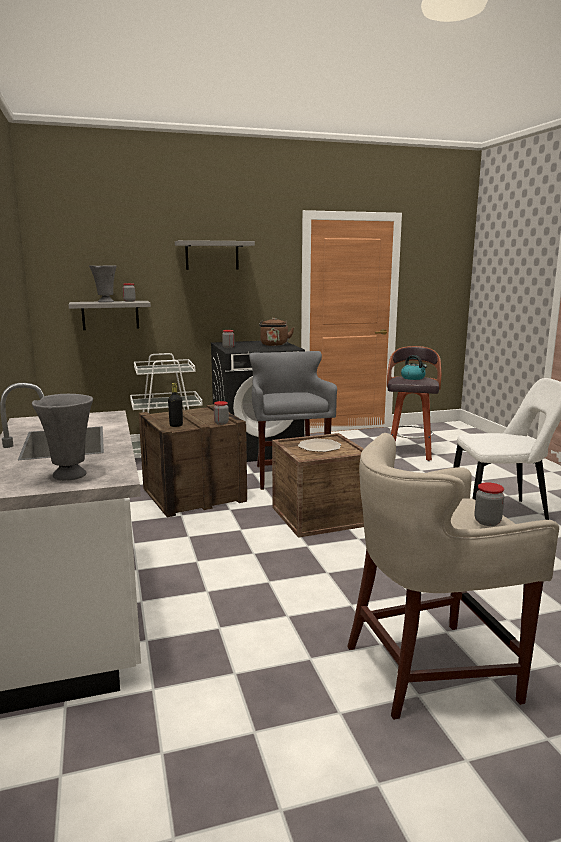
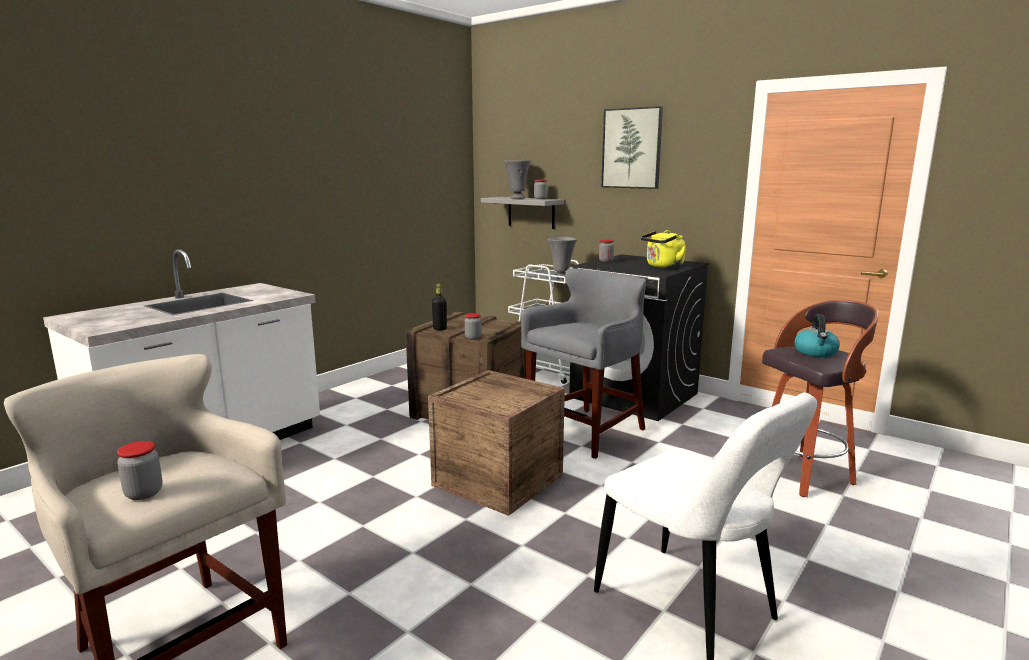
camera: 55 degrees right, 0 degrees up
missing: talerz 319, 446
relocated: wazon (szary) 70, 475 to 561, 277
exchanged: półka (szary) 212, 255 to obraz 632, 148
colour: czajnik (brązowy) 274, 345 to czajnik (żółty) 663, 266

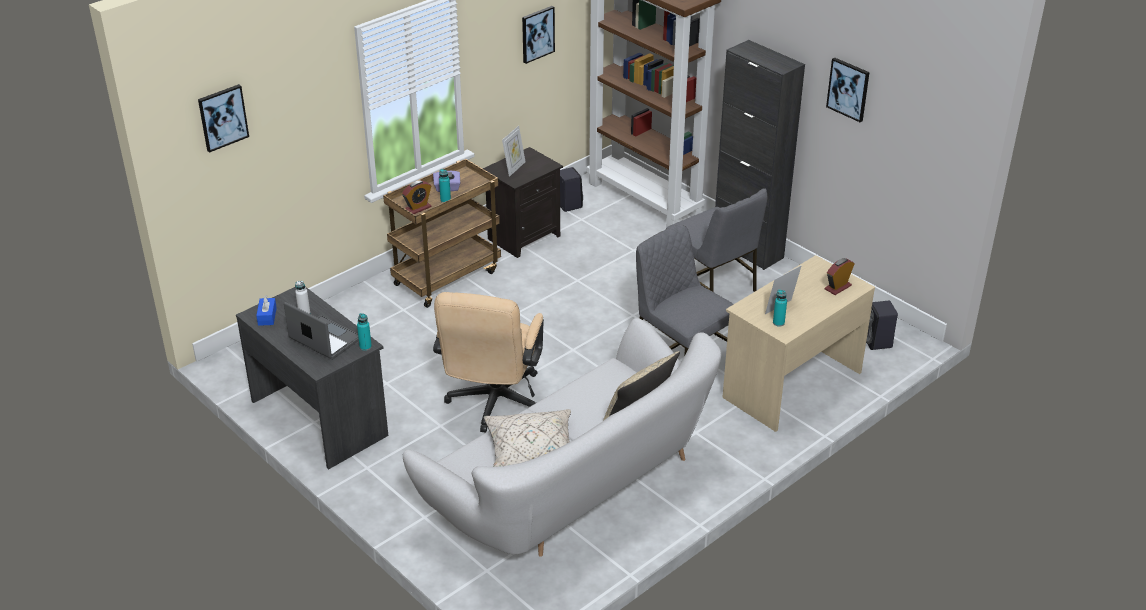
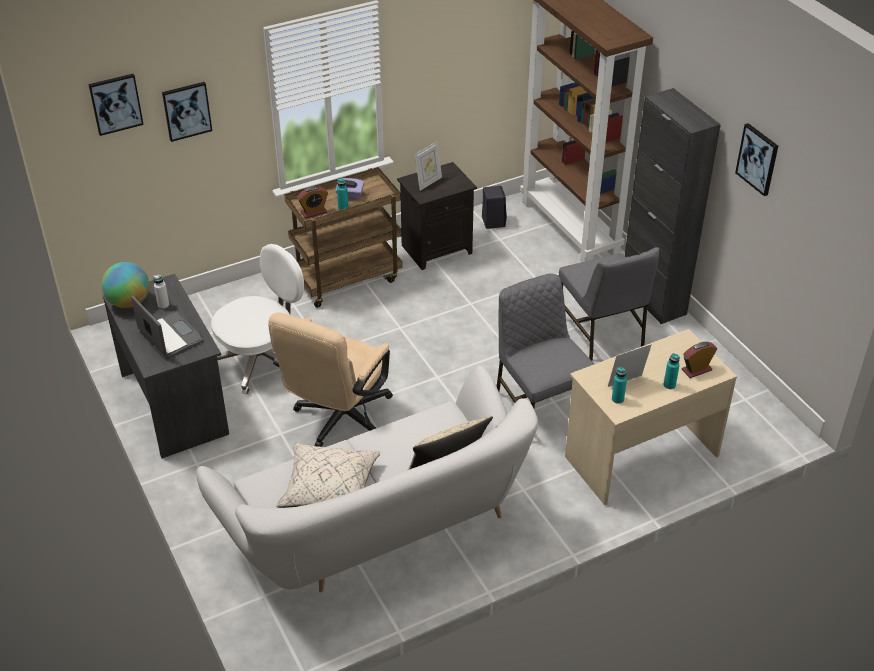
camera: 15 degrees right, 5 degrees up
missing: głośnik (czarny) 878, 342
appeared: krzesło biurowe (biały) 261, 360
relocated: obraz 537, 34 to 186, 110; butelka (turkusowy) 365, 347 to 669, 385
exchanged: pudełko chusteczek (niebieski) 267, 316 to globus 129, 302

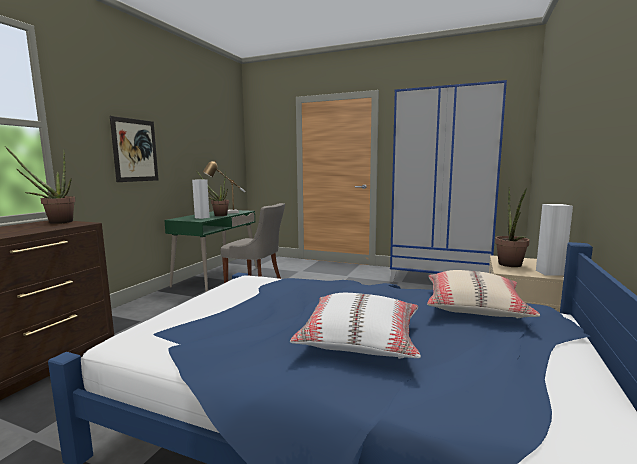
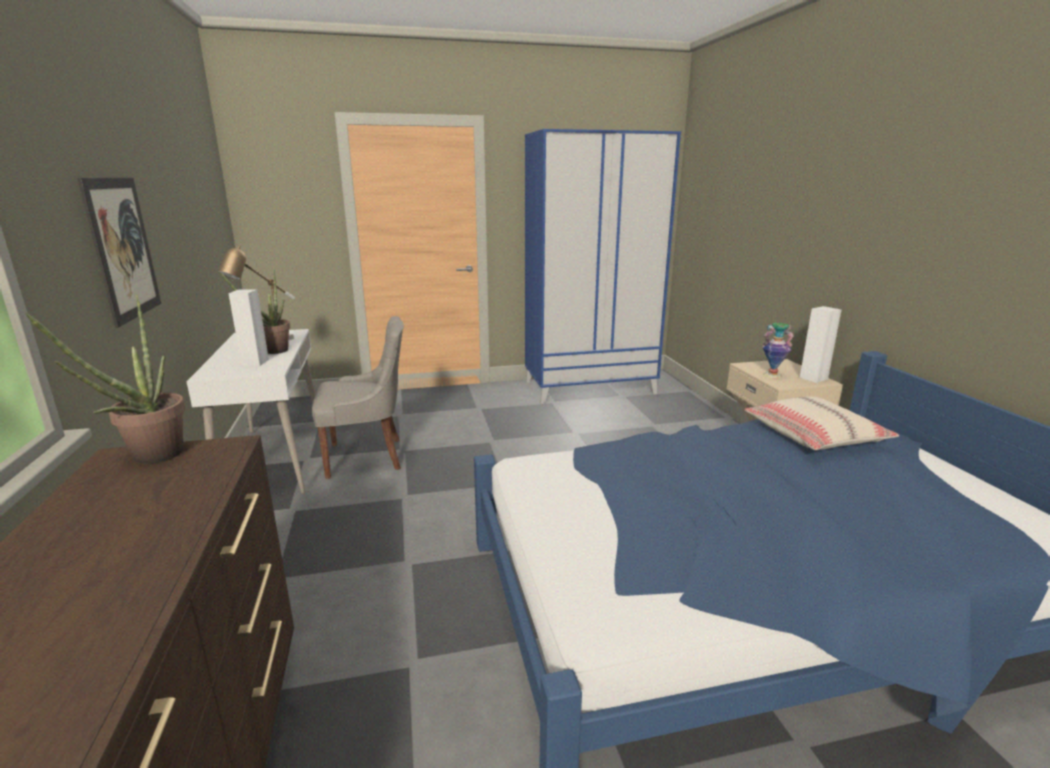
camera: 35 degrees left, 10 degrees up
missing: poduszka (biały) 360, 339
exchanged: roślina doniczkowa 510, 265 to wazon 772, 375
colour: biurko (zielony) 216, 277 to biurko (biały) 274, 460

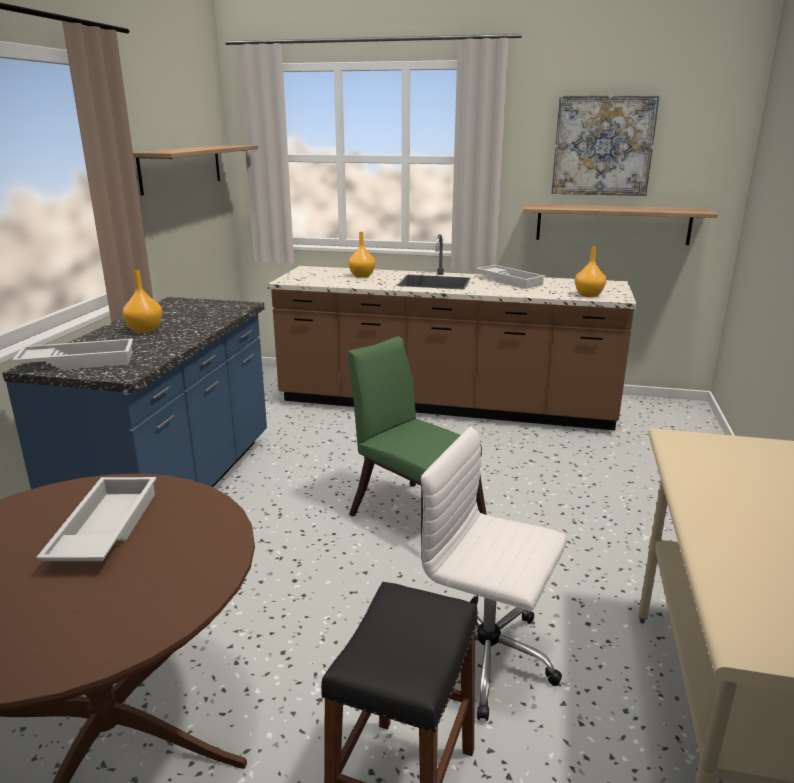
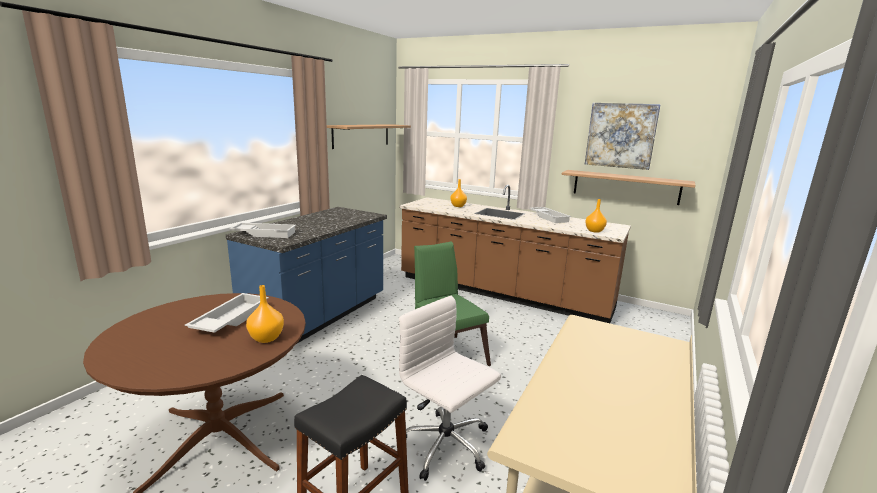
camera: 15 degrees right, 5 degrees down
relocated: wazon (pomarańczowy) 144, 330 to 265, 338

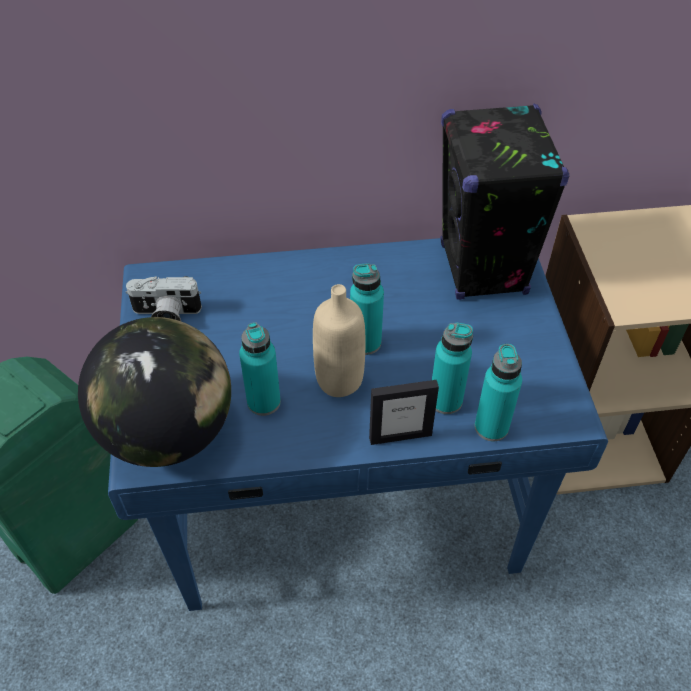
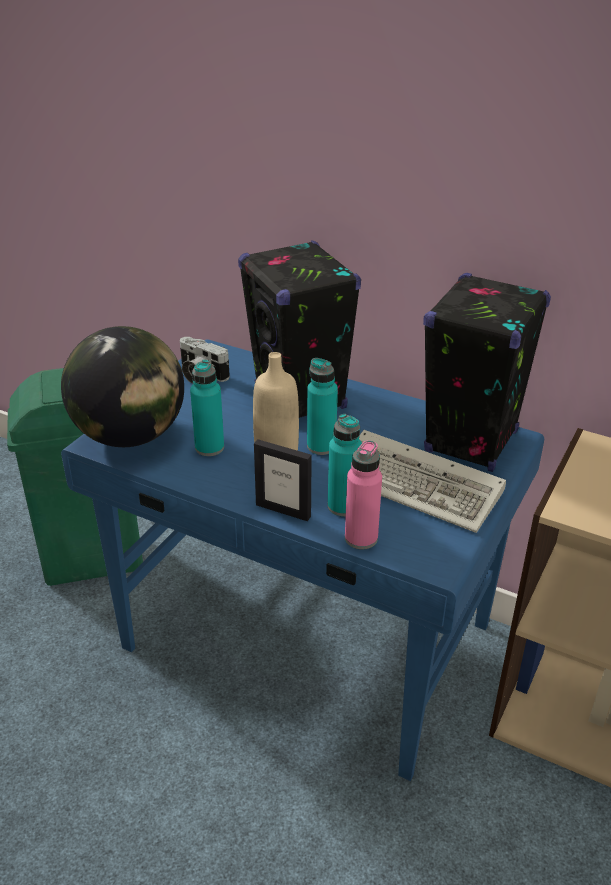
camera: 35 degrees right, 15 degrees down
appeared: głośnik (czarny) 300, 398; klawiatura 420, 486
colour: butelka (turkusowy) 491, 427 to butelka (różowy) 361, 538

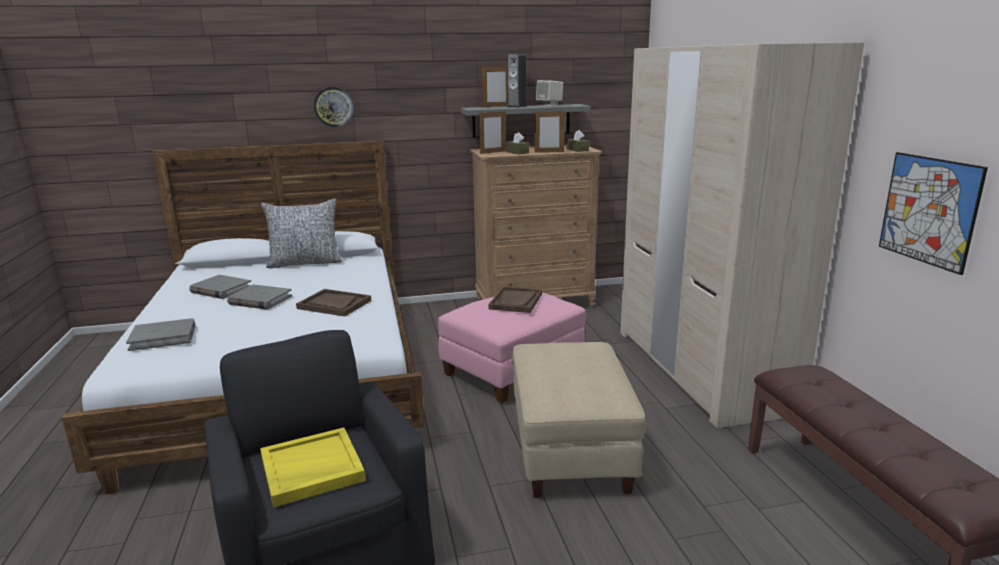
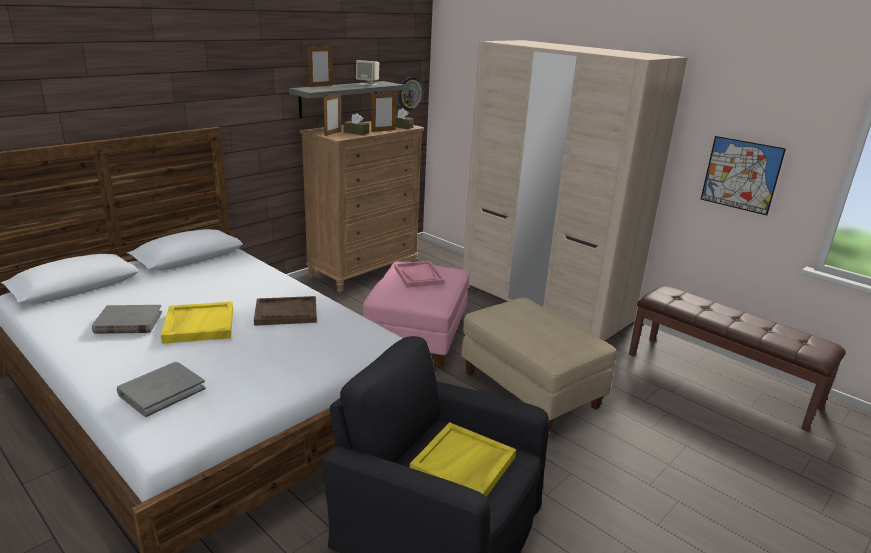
camera: 35 degrees left, 5 degrees up
missing: poduszka 305, 263; głośnik 517, 106
relocated: zegar ścienny 333, 107 to 409, 93
exchanged: książka (szary) 260, 300 to taca (żółty) 198, 325
colour: taca (brązowy) 516, 301 to taca (różowy) 418, 276

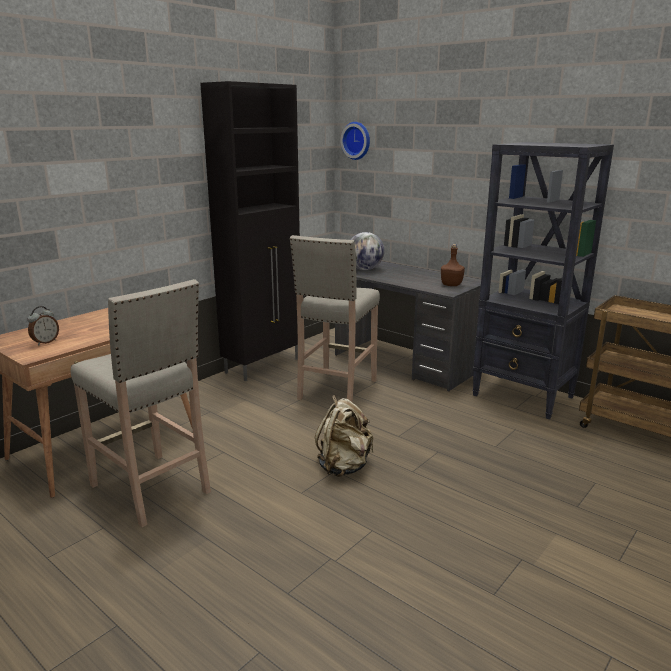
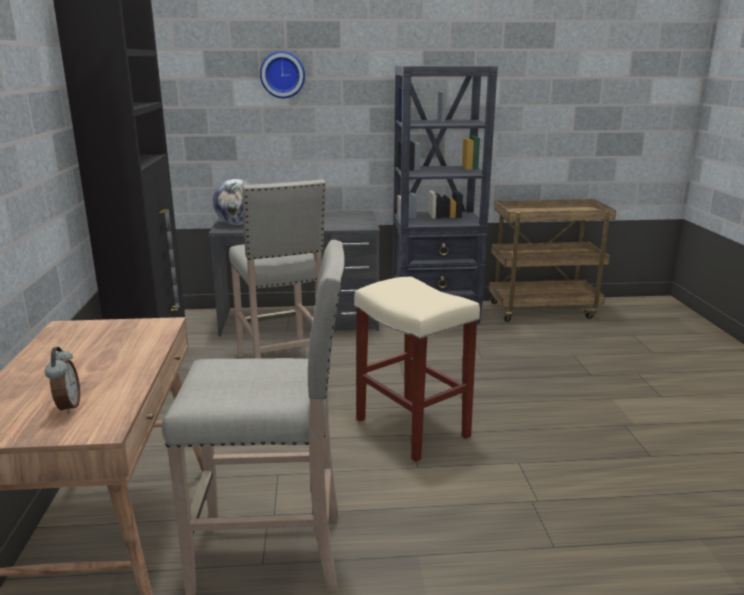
camera: 45 degrees left, 0 degrees up
missing: butelka (brązowy) 451, 285
relocated: zegar ścienny 357, 140 to 282, 74
exchanged: plecak (beżowy) 344, 466 to stołek (beżowy) 410, 427

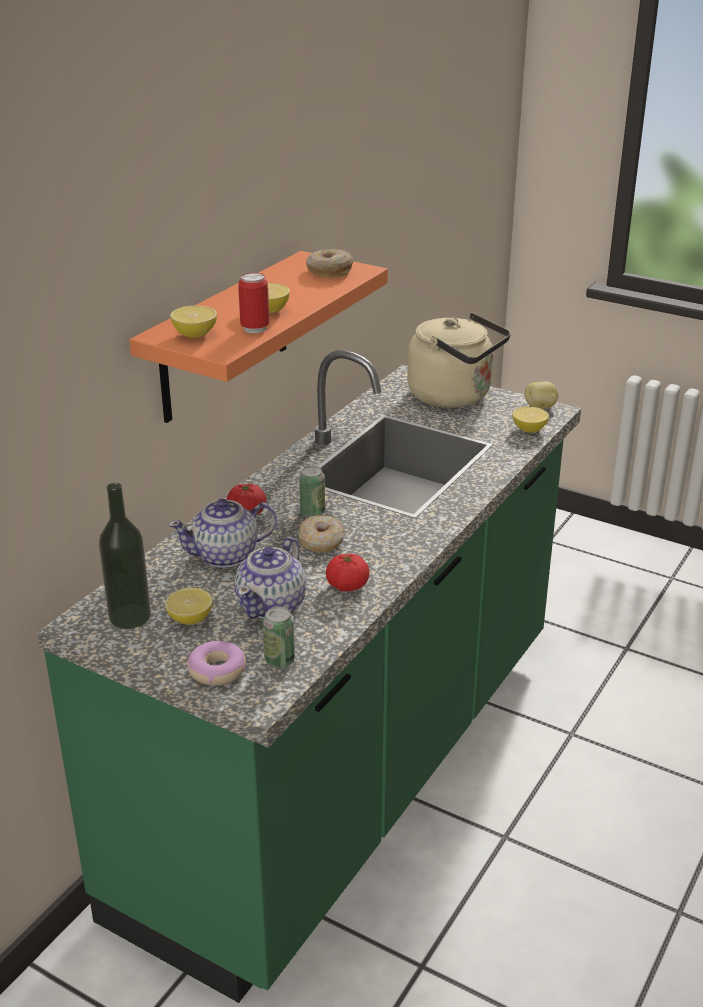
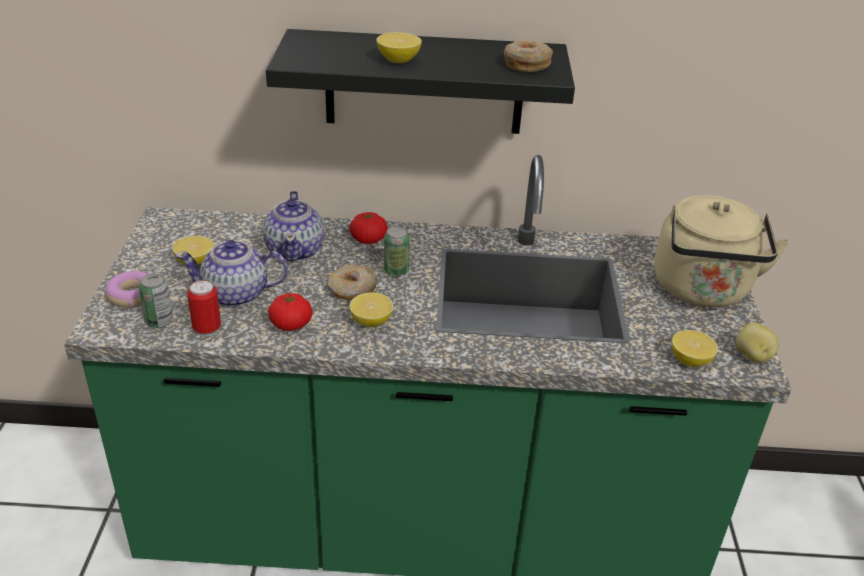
camera: 60 degrees right, 5 degrees up
missing: butelka 130, 616
relocated: puszka 255, 329 to 207, 329; cytryna 195, 334 to 371, 321
colour: półka (pomarańczowy) 225, 337 to półka (czarny) 424, 83
spun: imbryk 226, 555 = 295, 250 135 degrees counterclockwise

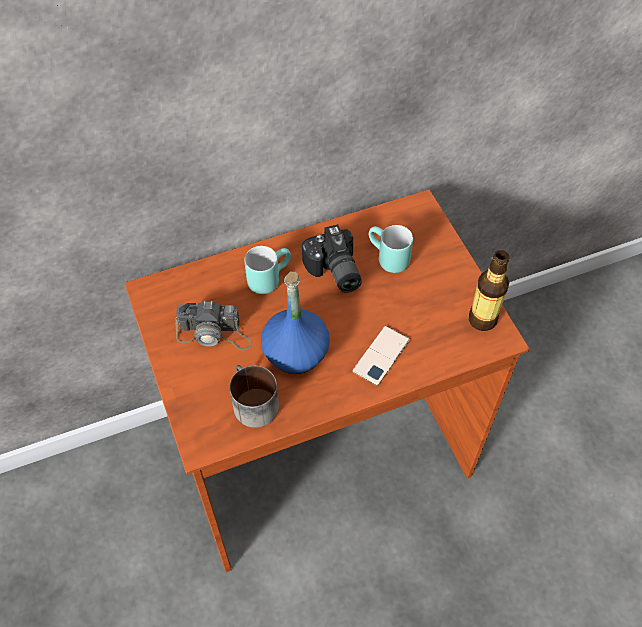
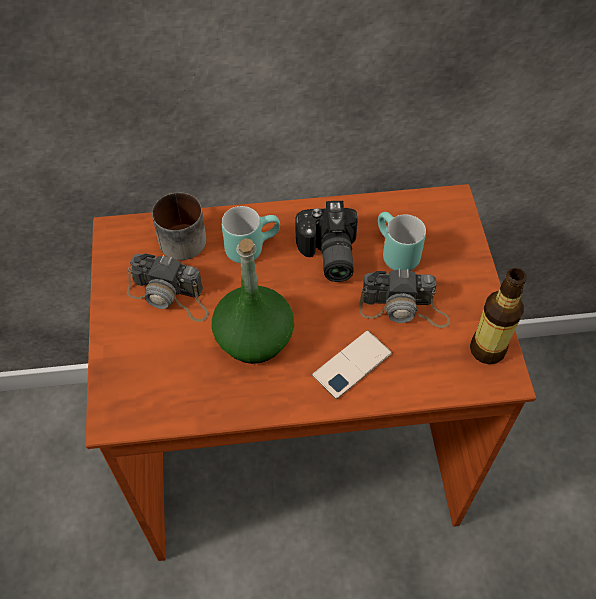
camera: 15 degrees right, 0 degrees up
appeared: aparat fotograficzny 404, 308
relocated: kubek 251, 403 to 179, 236
colour: butelka (niebieski) 296, 353 to butelka (zielony) 254, 338

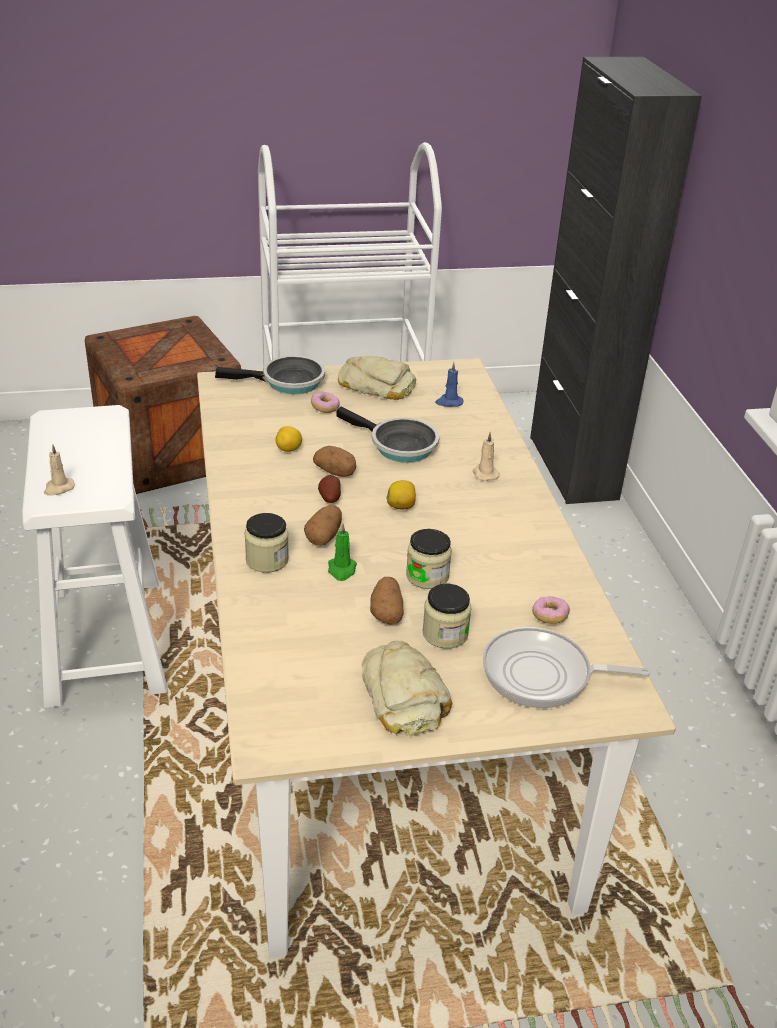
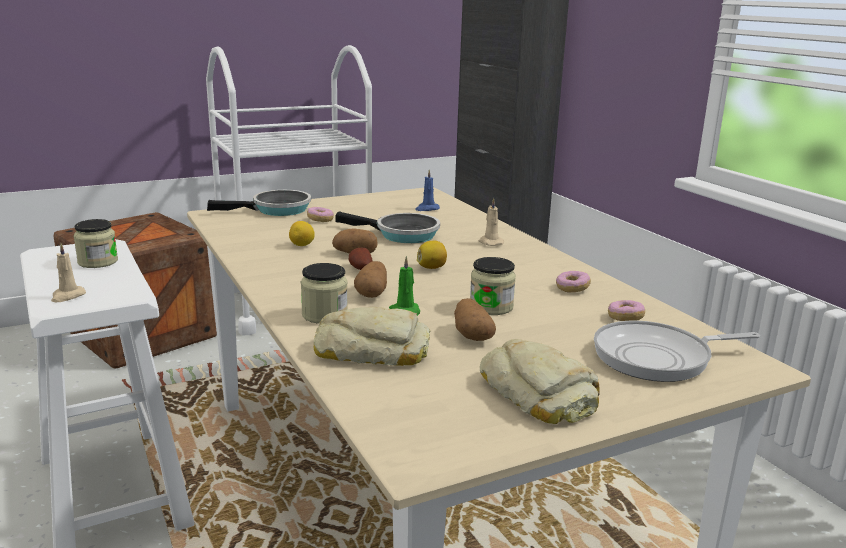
camera: 15 degrees left, 15 degrees down
appeared: donut 572, 288
relocated: słoik 445, 634 to 98, 262; chleb 377, 386 to 373, 350

